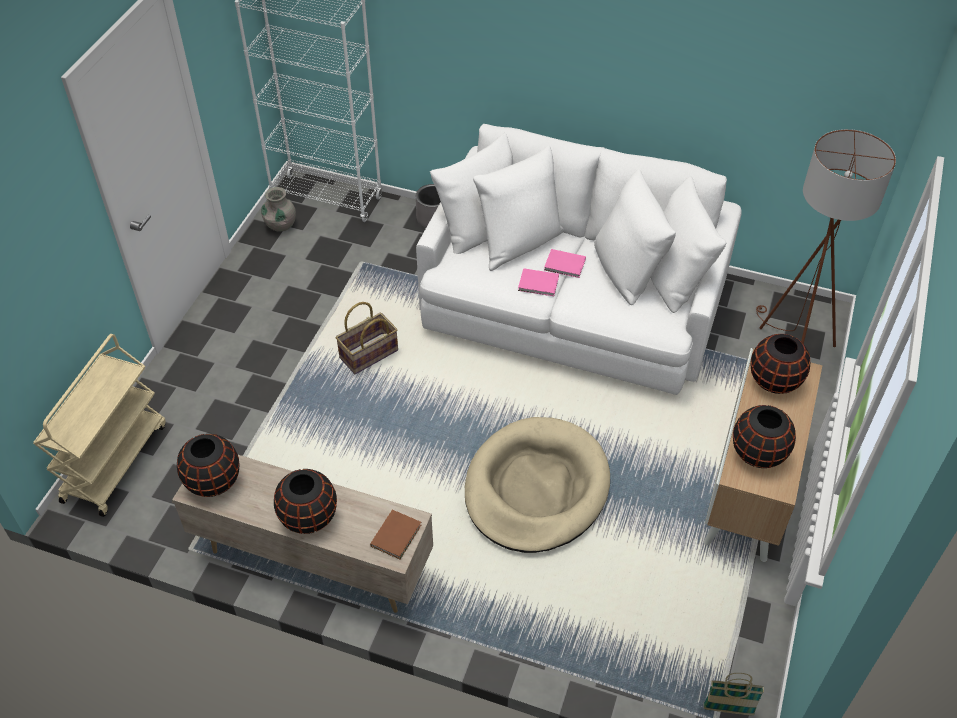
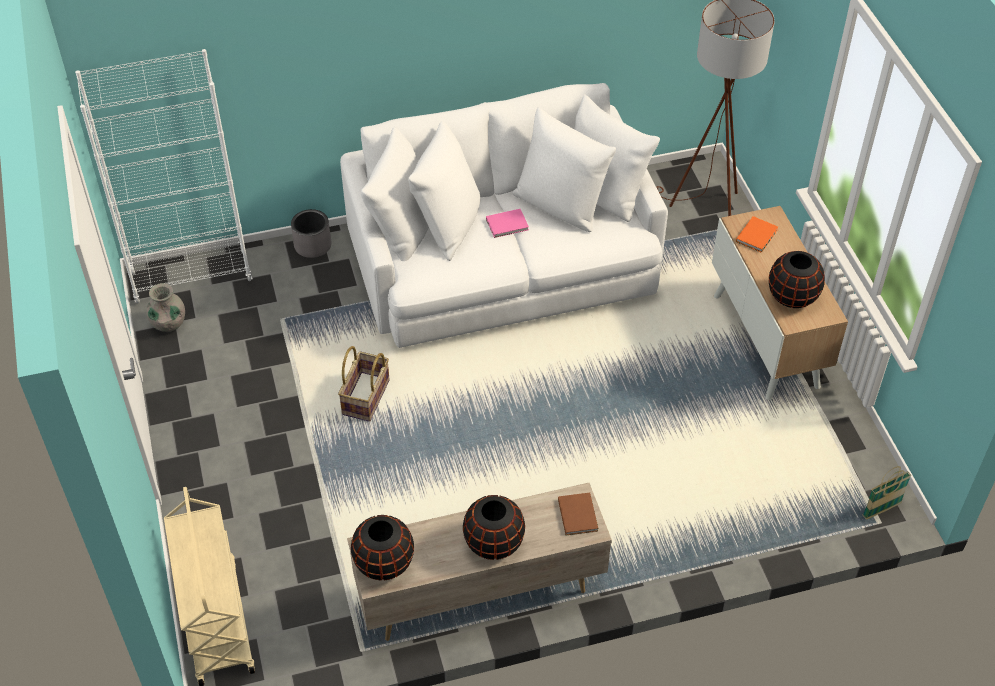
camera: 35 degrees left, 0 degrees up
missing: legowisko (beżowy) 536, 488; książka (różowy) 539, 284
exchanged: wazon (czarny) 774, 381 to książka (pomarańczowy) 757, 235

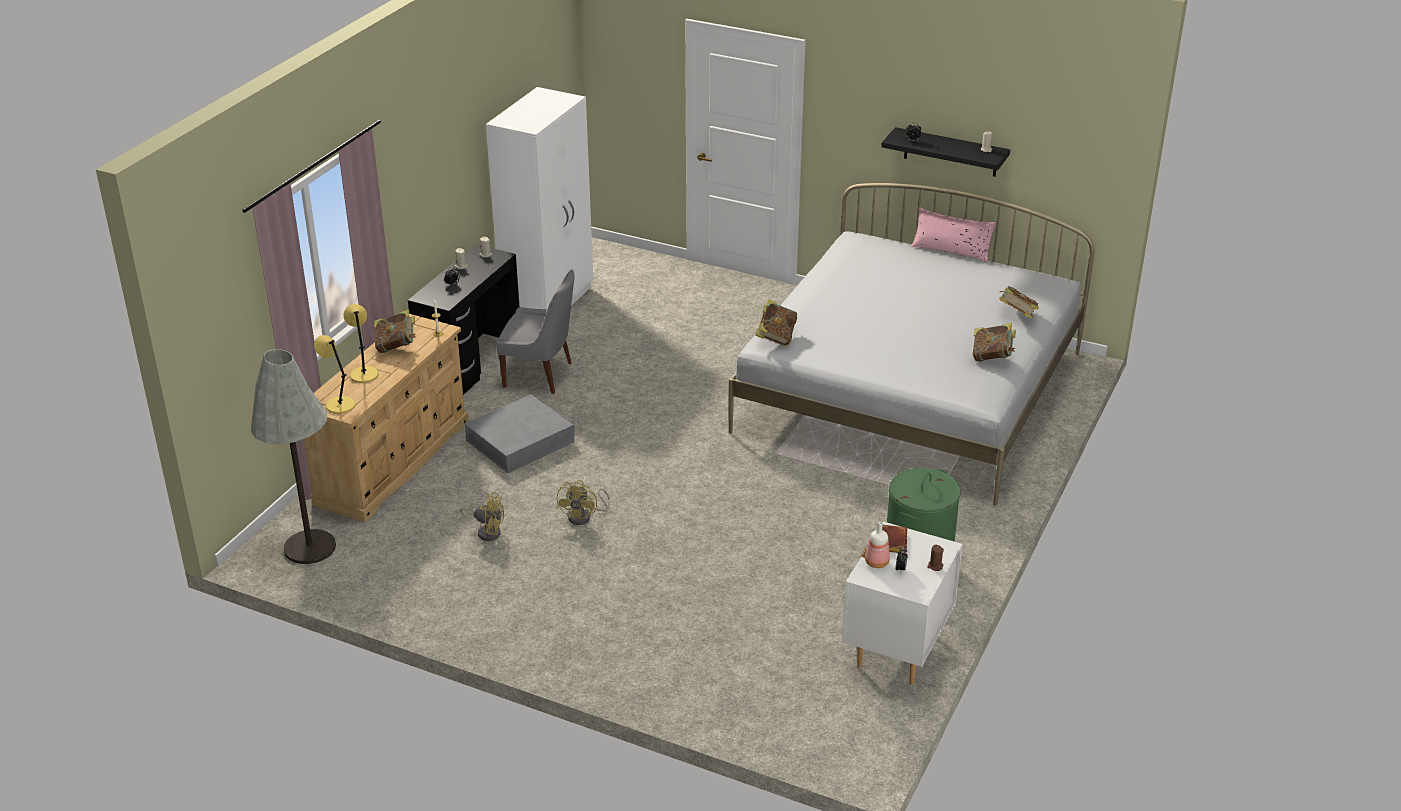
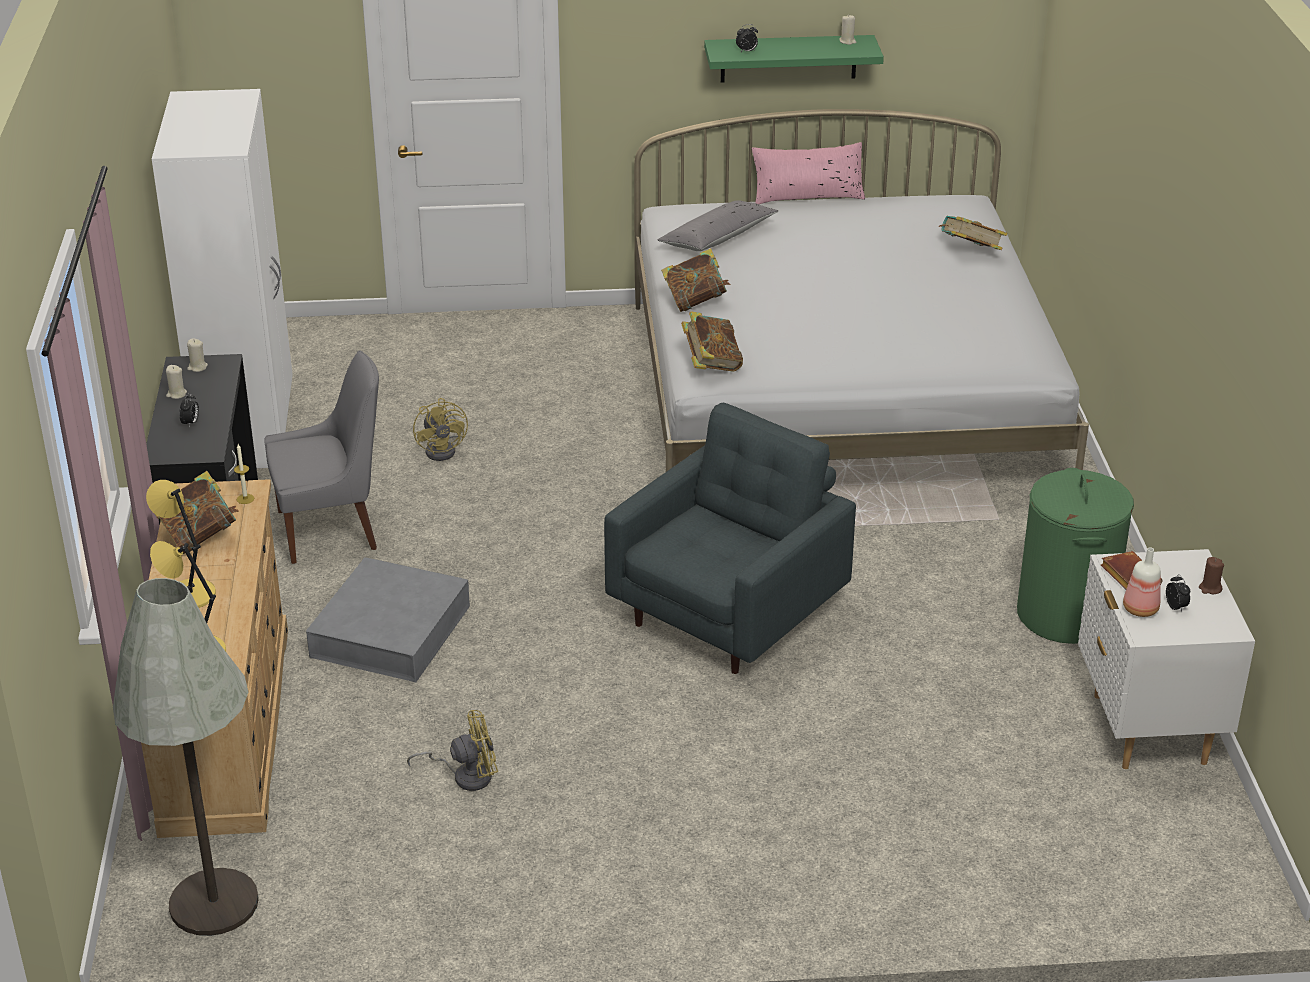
camera: 30 degrees left, 0 degrees up
appeared: fotel (szary) 730, 613; poduszka (szary) 718, 238
relocated: wentylator (żółty) 584, 517 to 445, 450; książka 992, 357 to 695, 302
colour: półka (czarny) 950, 152 to półka (zielony) 788, 58

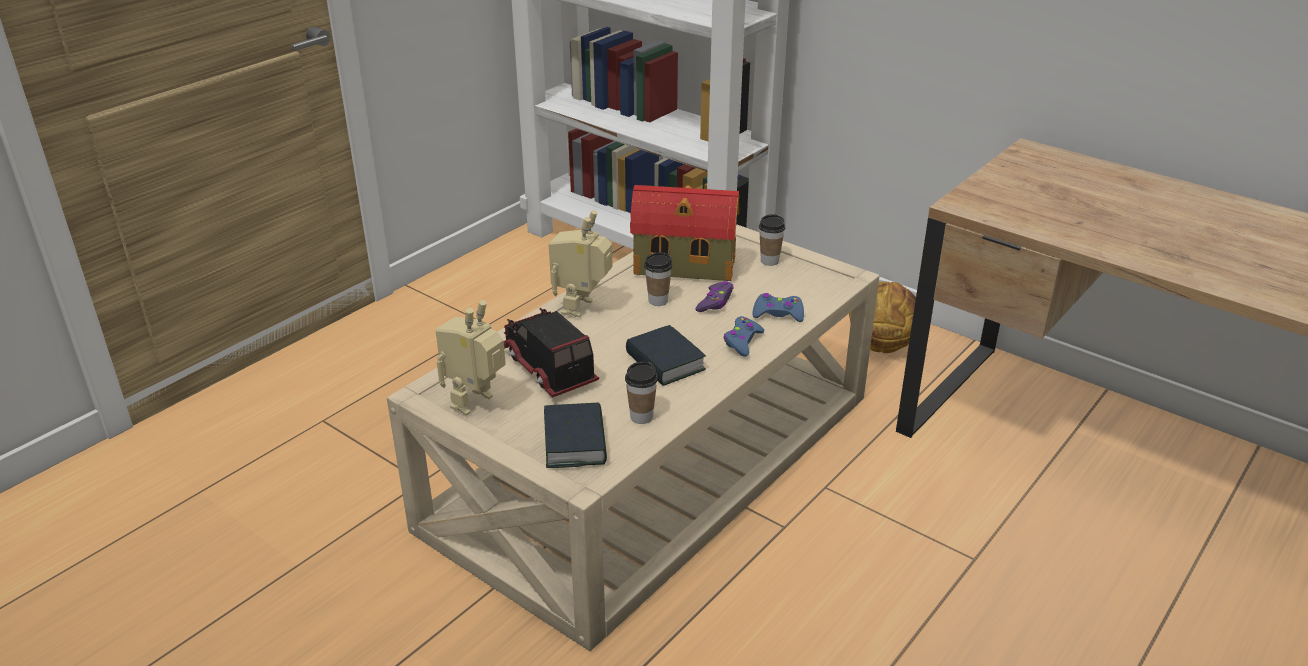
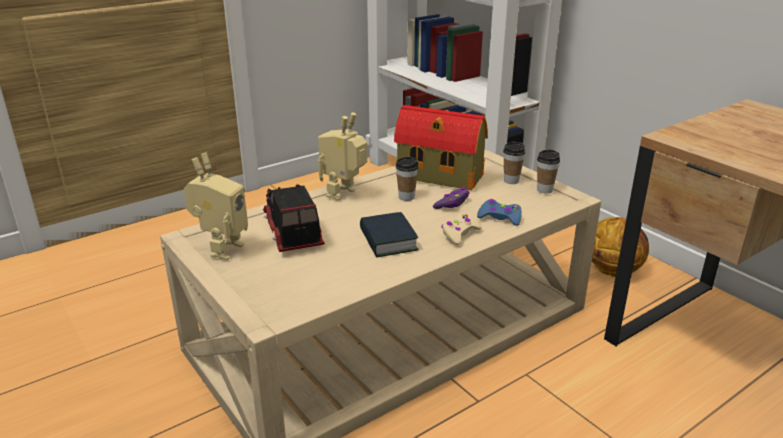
camera: 15 degrees right, 5 degrees down
missing: książka 575, 442
relocated: filiżanka 641, 417 to 544, 190
colour: pad do gier (niebieski) 742, 341 to pad do gier (beżowy) 459, 233
spun: robot zabawkowy 477, 404 = 221, 249 150 degrees clockwise

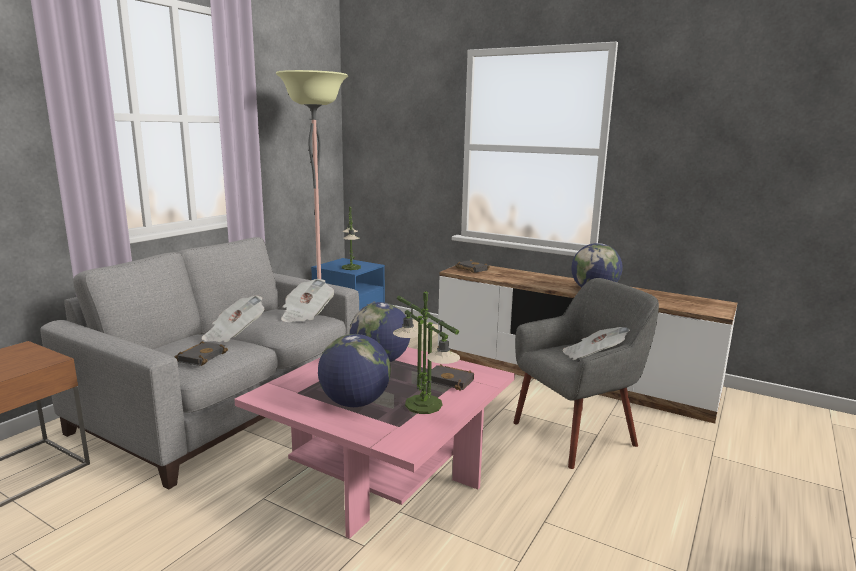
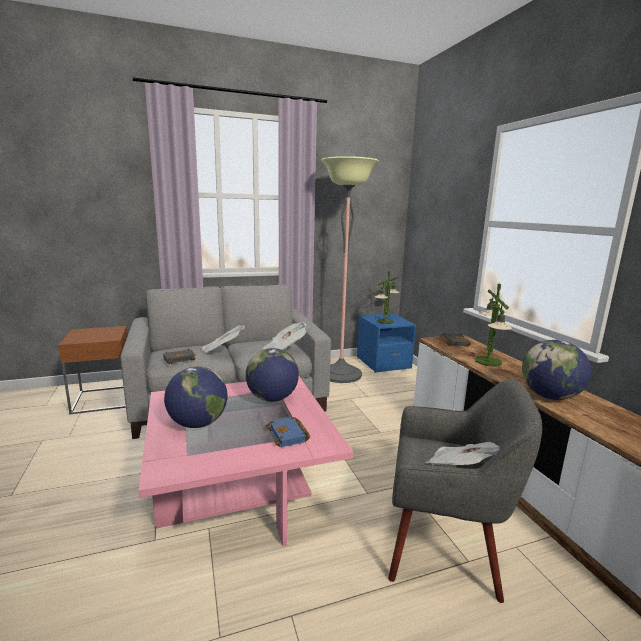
camera: 40 degrees right, 0 degrees up
relocated: lampa stołowa 423, 404 to 488, 361
colour: książka (czarny) 451, 381 to książka (niebieski) 289, 435

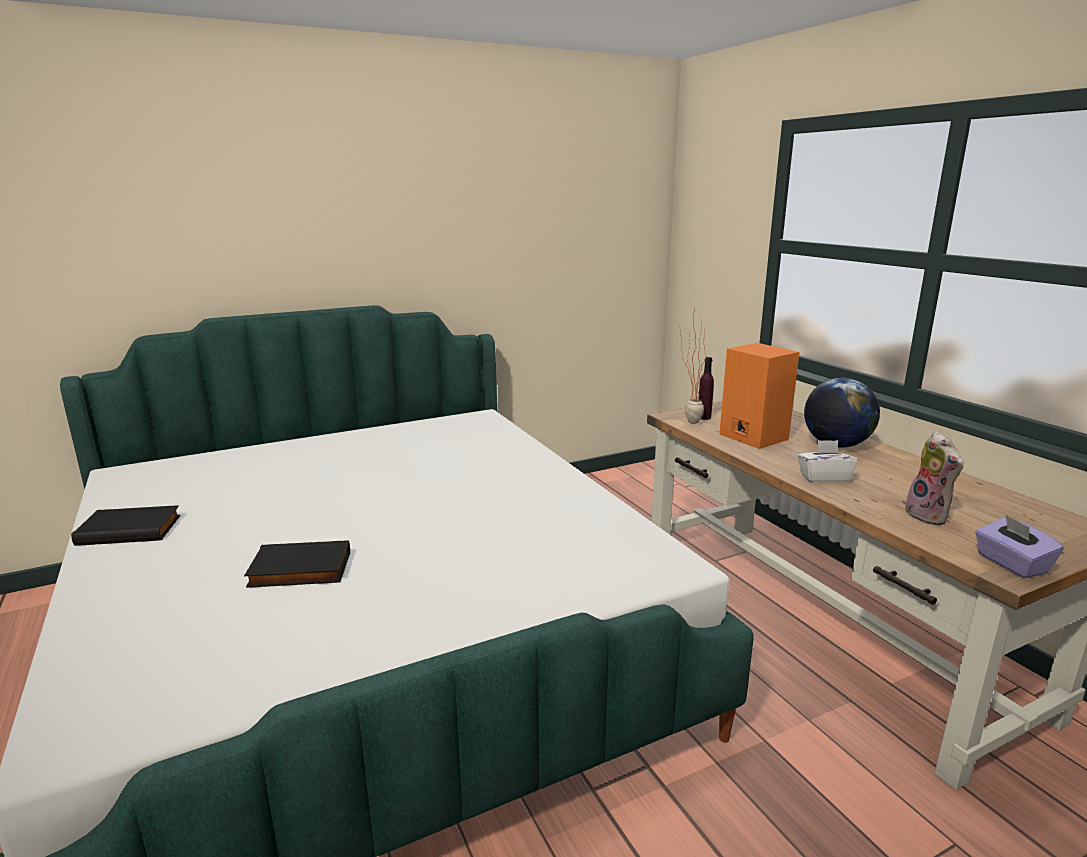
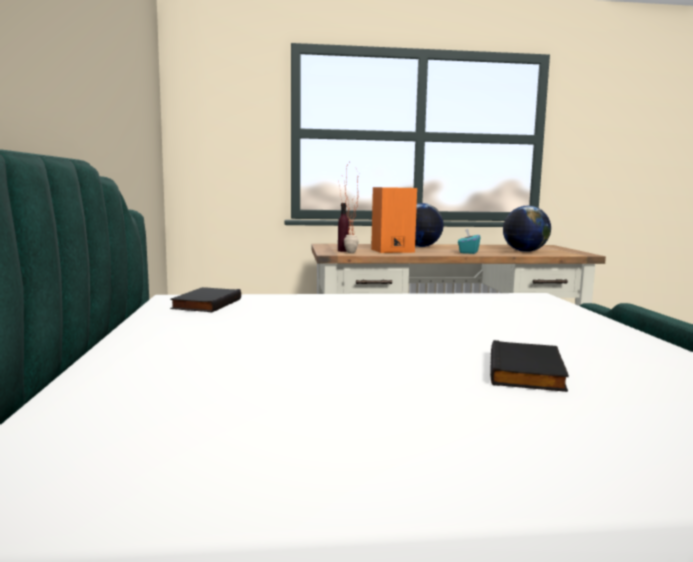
camera: 70 degrees left, 10 degrees down
missing: pudełko chusteczek (fioletowy) 1011, 564
relocated: książka (czarny) 131, 529 to 205, 304
exchanged: pluszak 929, 516 to globus 524, 251
colour: pudełko chusteczek (biały) 824, 477 to pudełko chusteczek (turkusowy) 468, 252

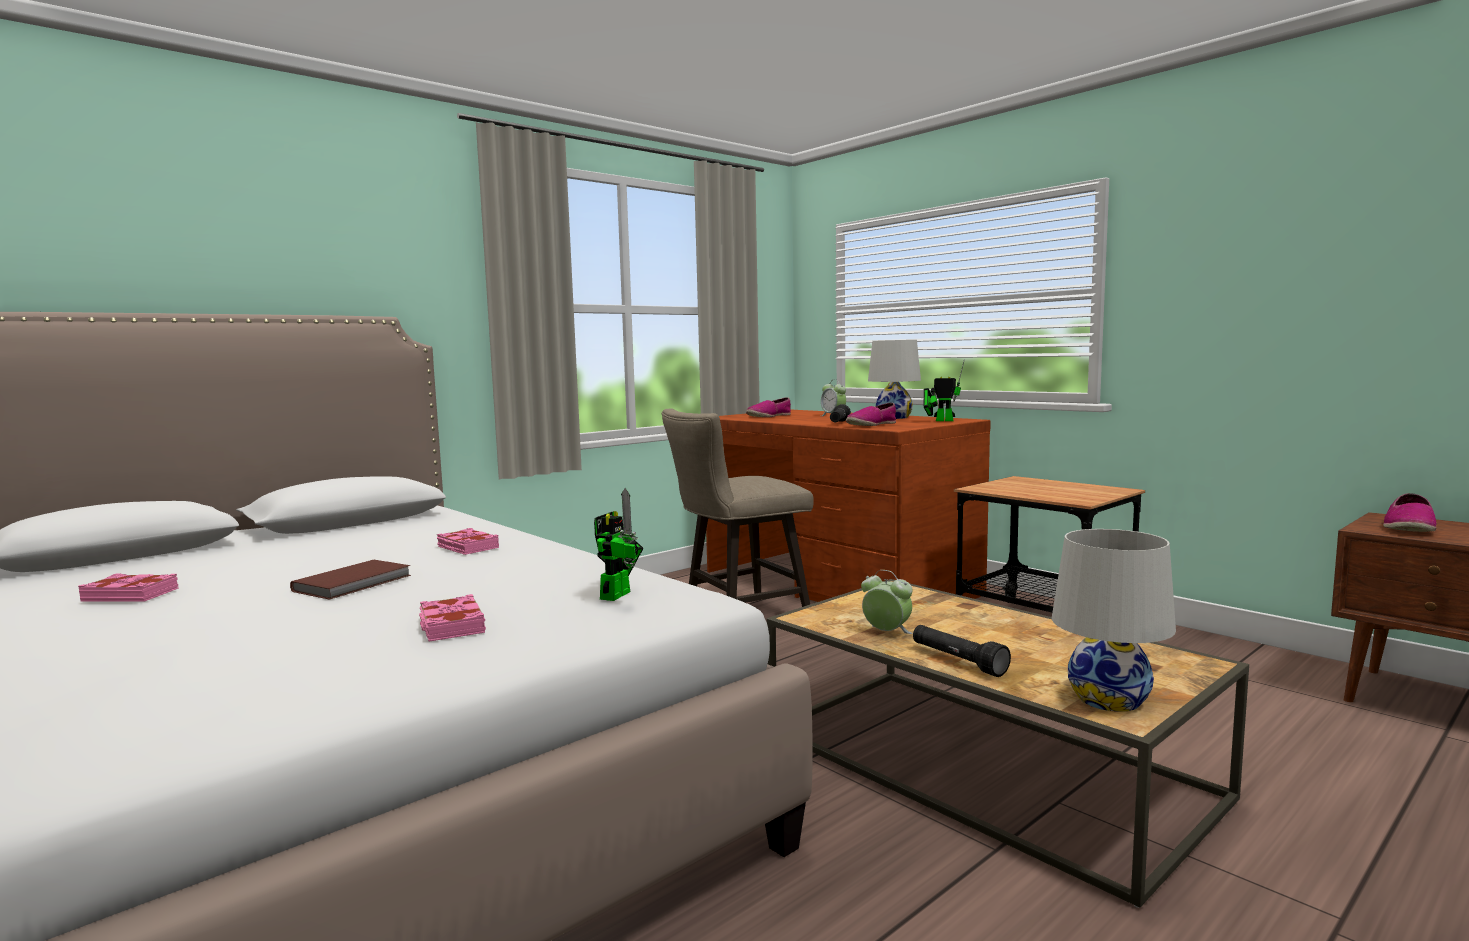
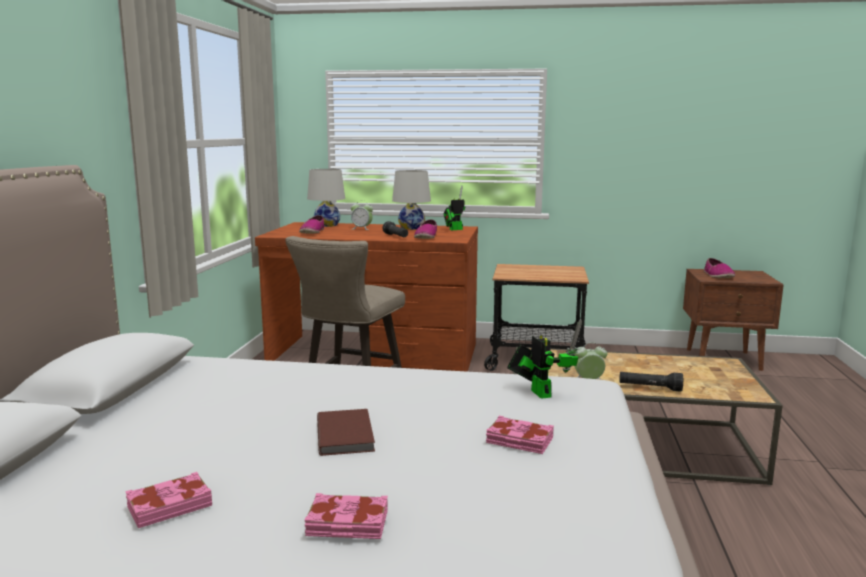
camera: 40 degrees left, 5 degrees up
relocated: książka (różowy) 467, 547 to 347, 524; lampa stołowa (biały) 1109, 699 to 327, 225

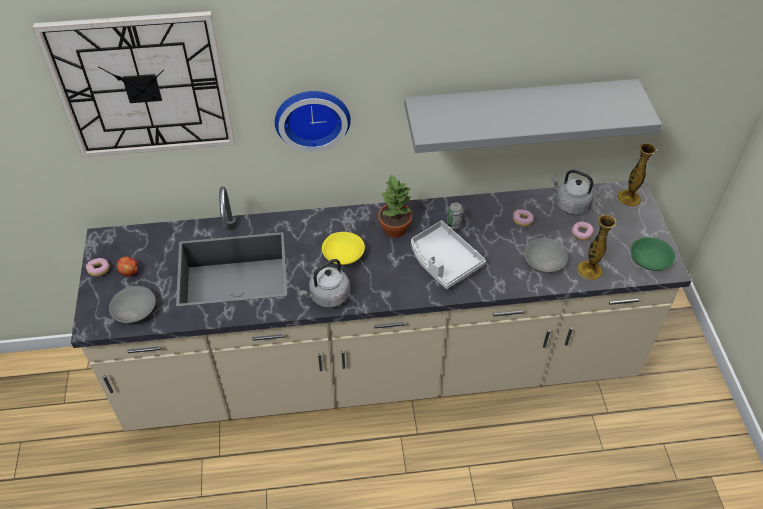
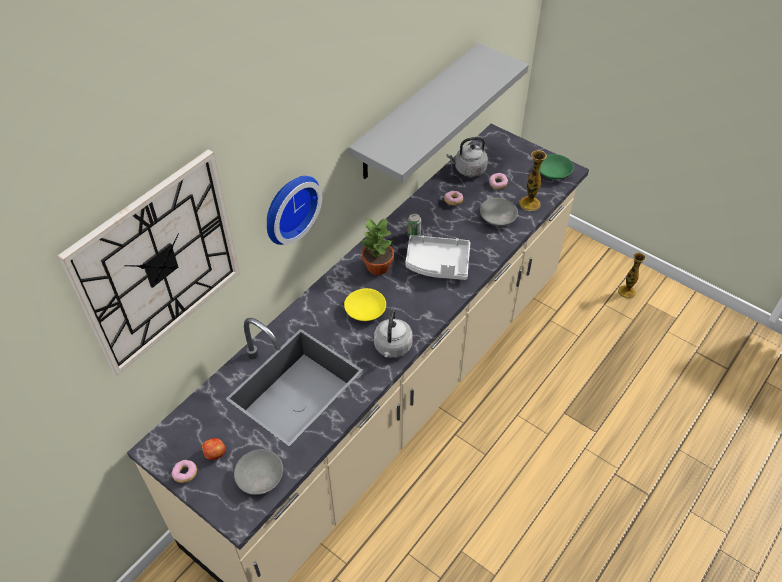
camera: 45 degrees left, 0 degrees up
relocated: wazon 629, 198 to 626, 292

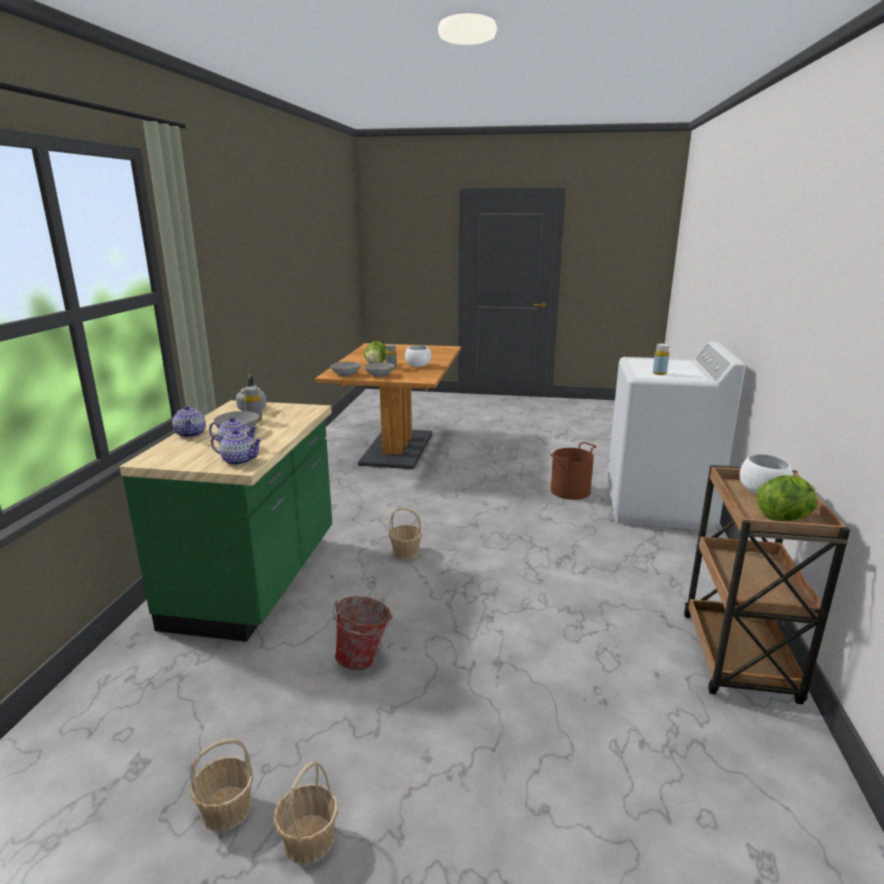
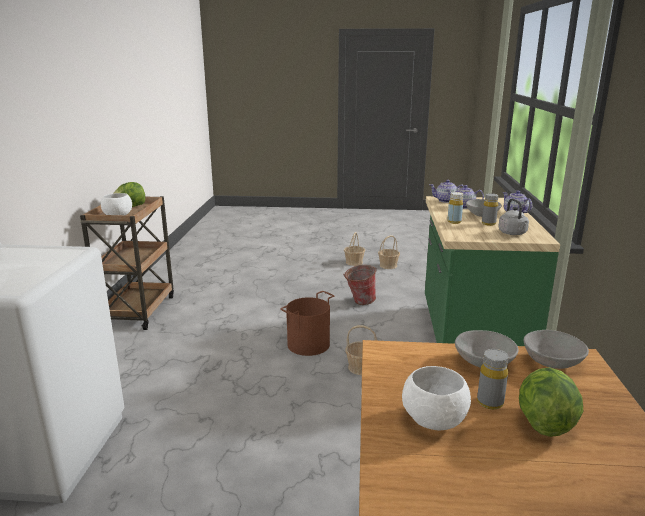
camera: 175 degrees right, 0 degrees up
relocated: wiadro (brązowy) 570, 491 to 308, 344; butelka (żółty) 659, 373 to 454, 222

